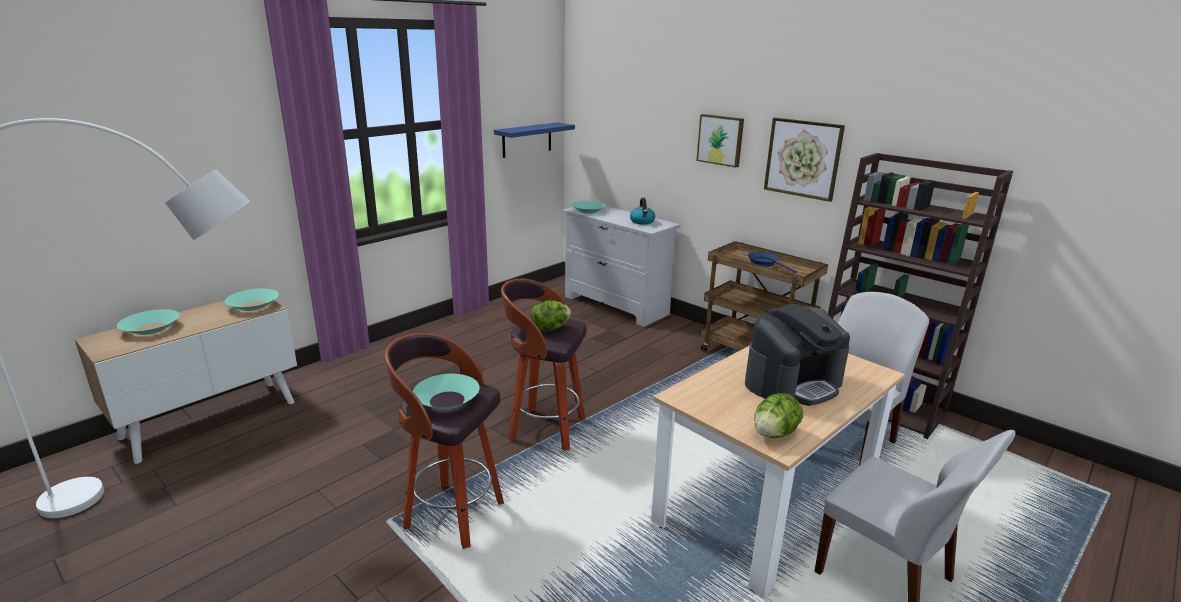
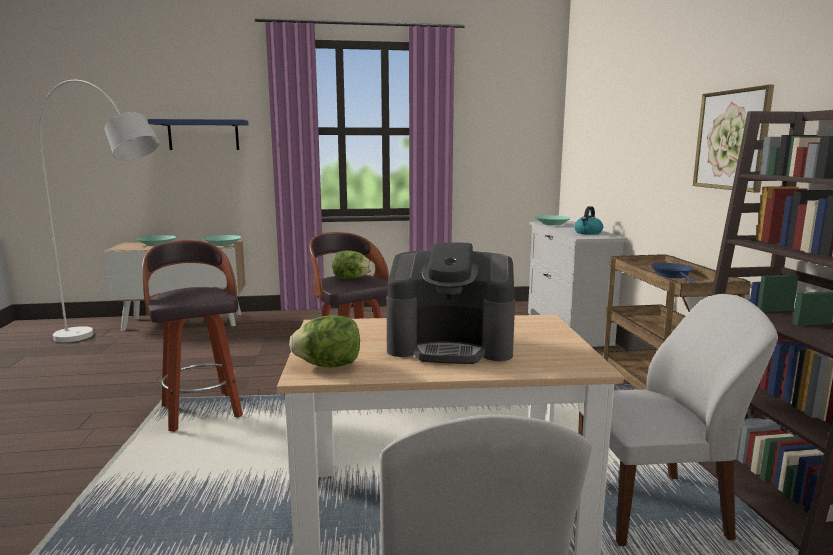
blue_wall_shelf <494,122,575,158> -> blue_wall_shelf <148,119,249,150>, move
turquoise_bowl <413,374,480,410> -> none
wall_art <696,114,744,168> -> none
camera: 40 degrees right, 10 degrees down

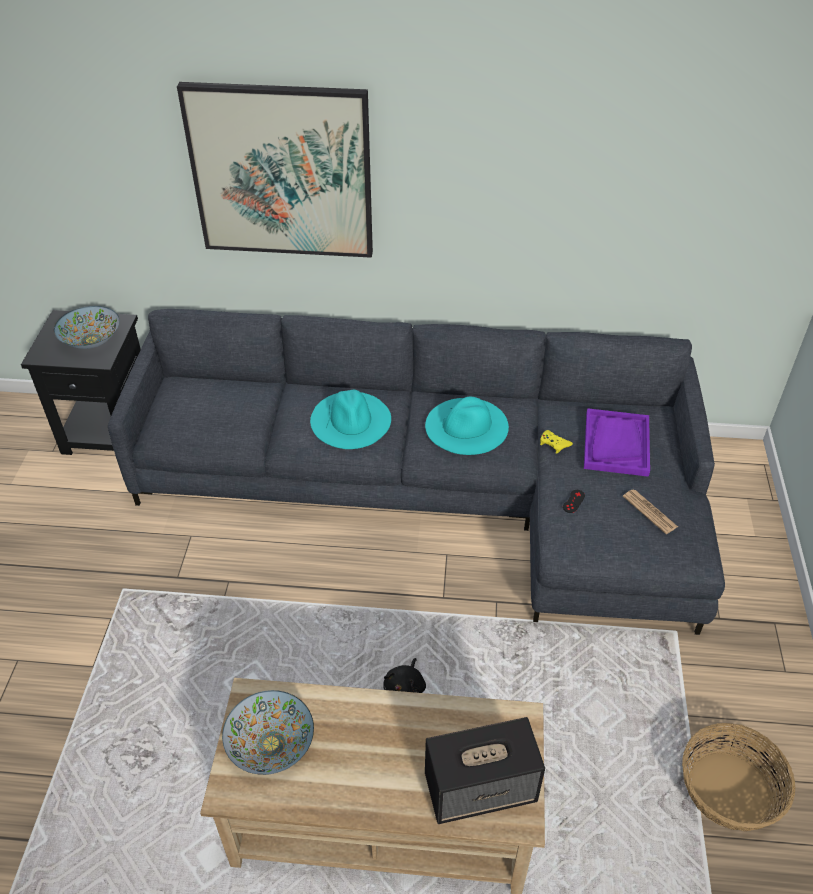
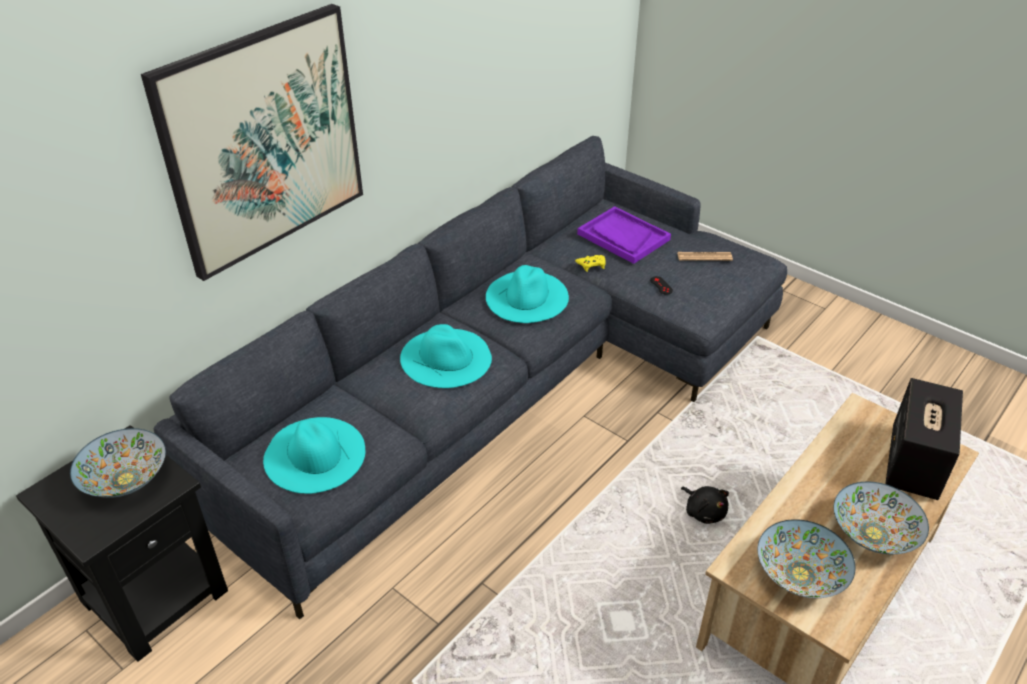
none -> turquoise_hat <263,417,365,494>
none -> bowl <834,482,929,554>
basket <682,723,796,831> -> none
camera: 55 degrees left, 5 degrees down

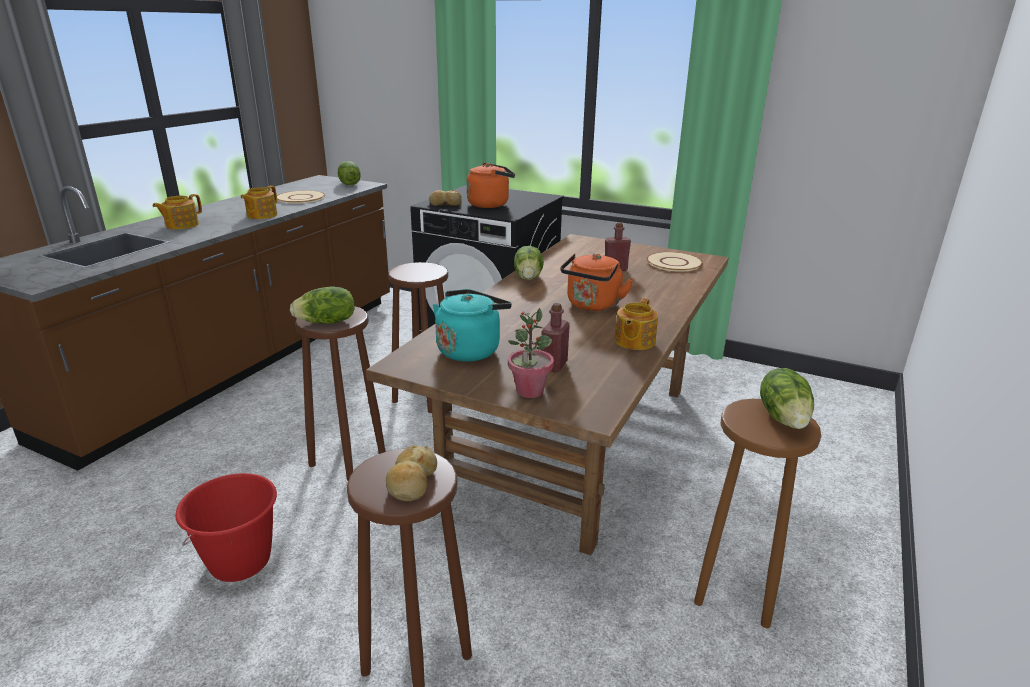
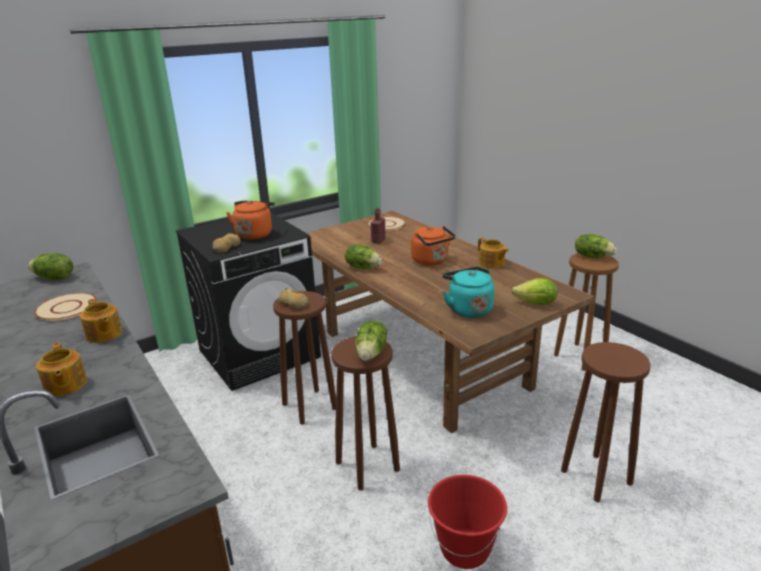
bakery_bread <386,445,437,501> -> bakery_bread <278,288,308,309>, move
potted_plant <508,308,554,398> -> lettuce_head <512,278,557,305>
reddish_drink_bottle <541,303,570,373> -> none
camera: 60 degrees left, 0 degrees up

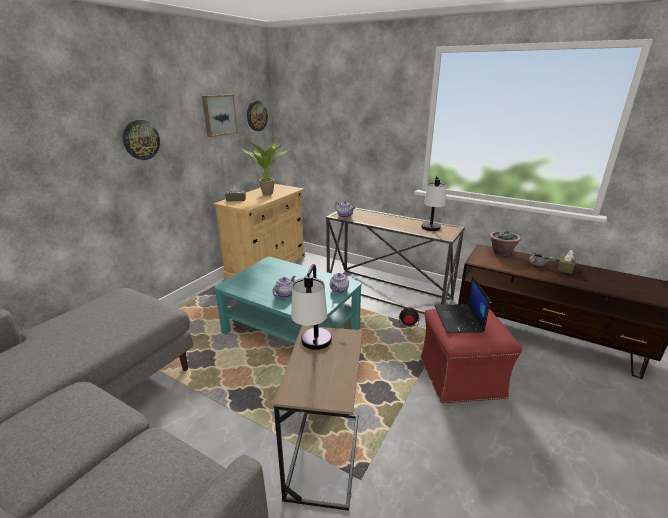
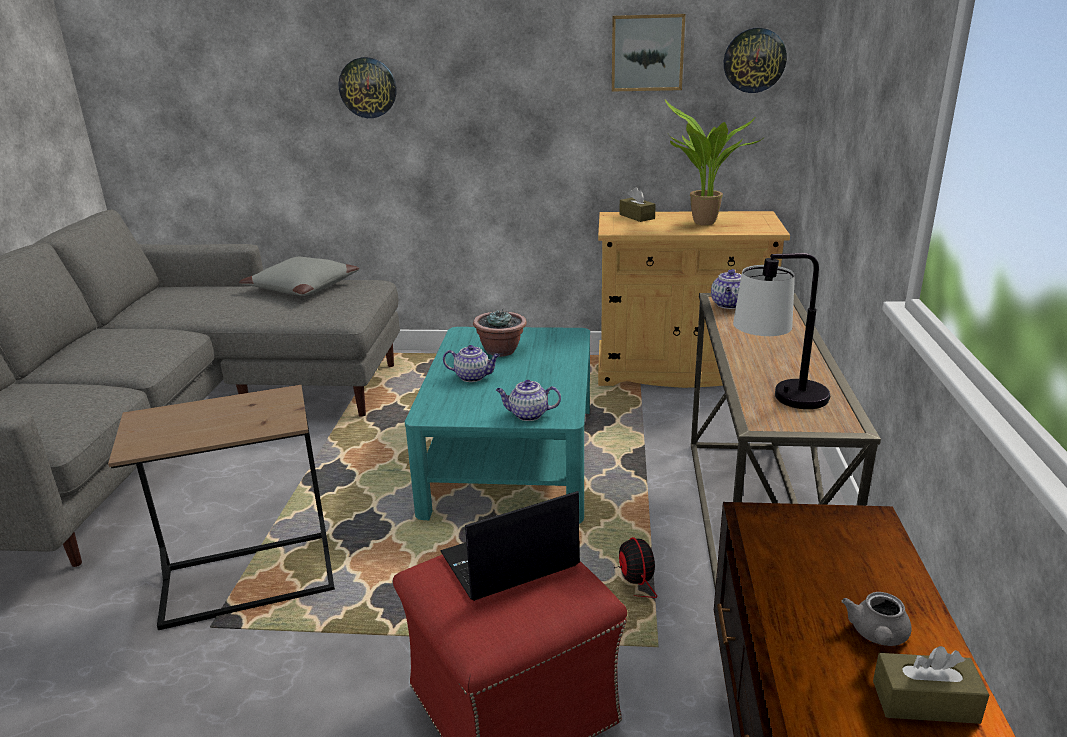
none -> greyish_pillow <239,256,359,296>
wall_clock <123,120,160,160> -> wall_clock <339,57,397,118>, move
potted_plant <490,230,521,256> -> potted_plant <473,309,527,357>, move
lamp_for_a_table <291,264,332,350> -> none
camera: 65 degrees right, 0 degrees up

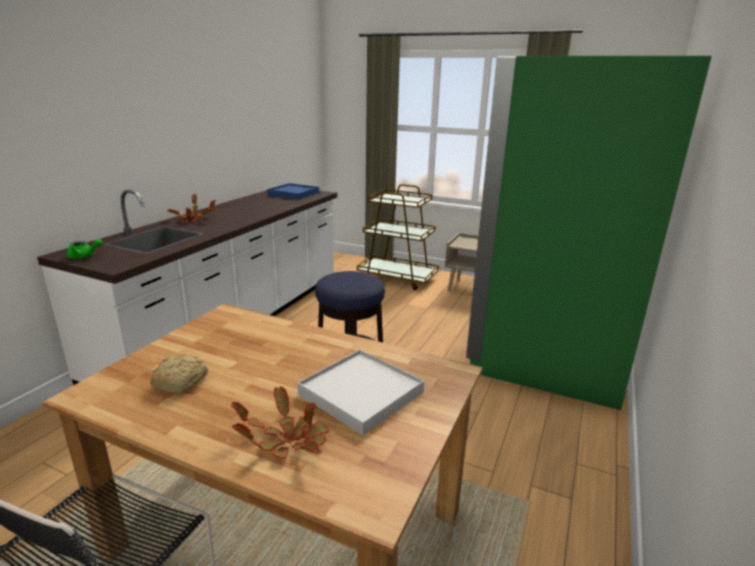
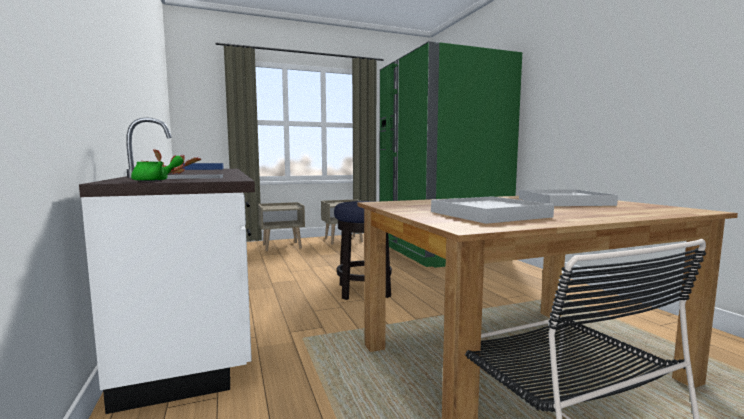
brown-coloured_cart <357,184,439,290> -> beige_night_table <258,202,305,251>
bakery_bread <150,354,208,394> -> white-coloured_tray <431,196,554,224>
potted_plant <231,385,329,459> -> none
camera: 45 degrees left, 15 degrees down

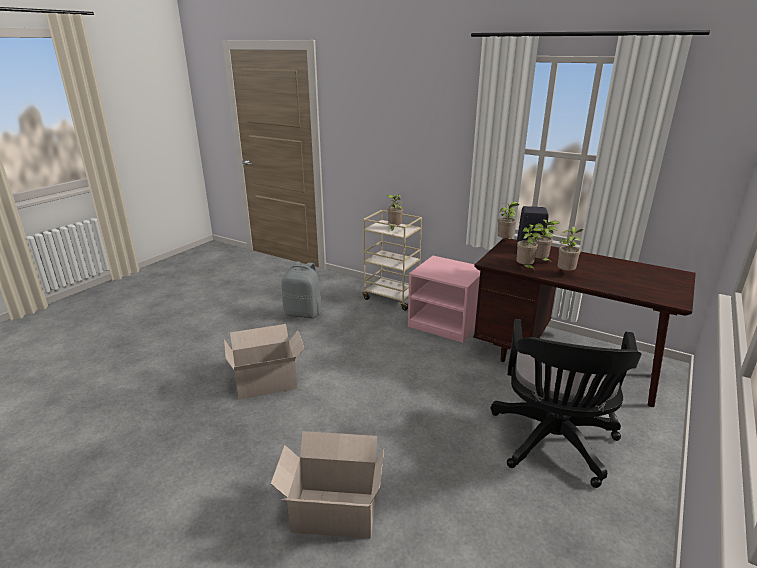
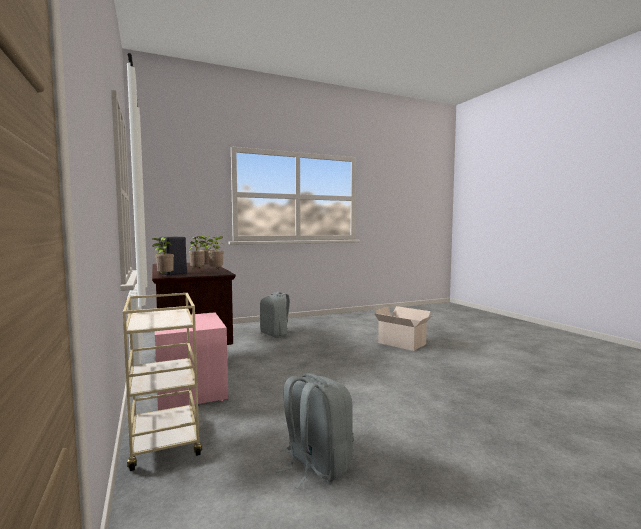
blackish_desk_chair <490,319,642,488> -> greyish_backpack <260,292,294,338>
cardboard_box <224,324,304,400> -> none
potted_plant <387,195,403,230> -> none
camera: 145 degrees left, 20 degrees down

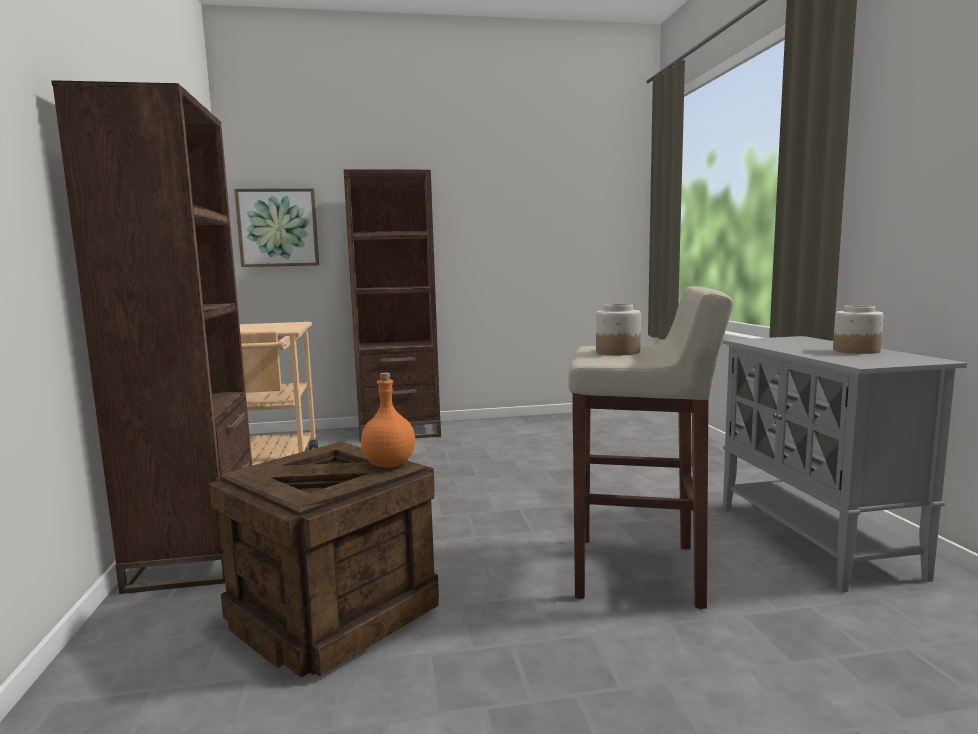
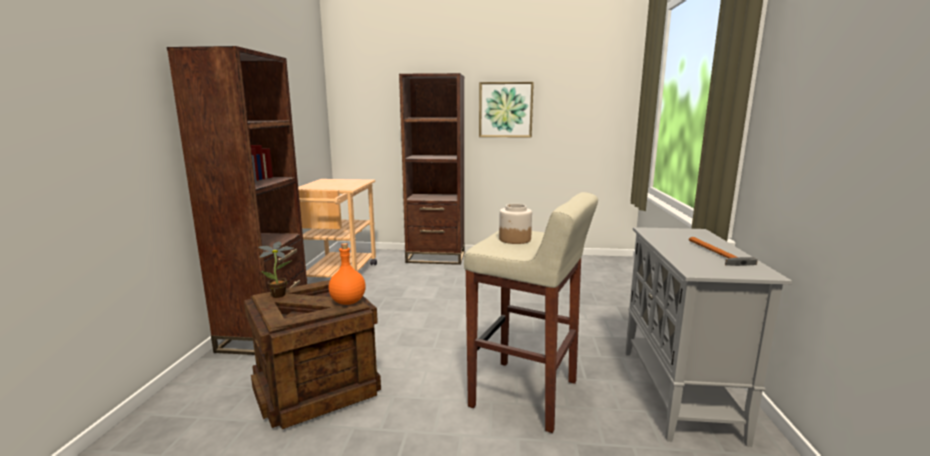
none -> potted_plant <259,241,294,298>
wall_art <234,188,319,267> -> wall_art <479,82,534,137>, move
preserve_jar <833,305,883,354> -> hand_hammer <689,237,758,266>
camera: 15 degrees right, 5 degrees up

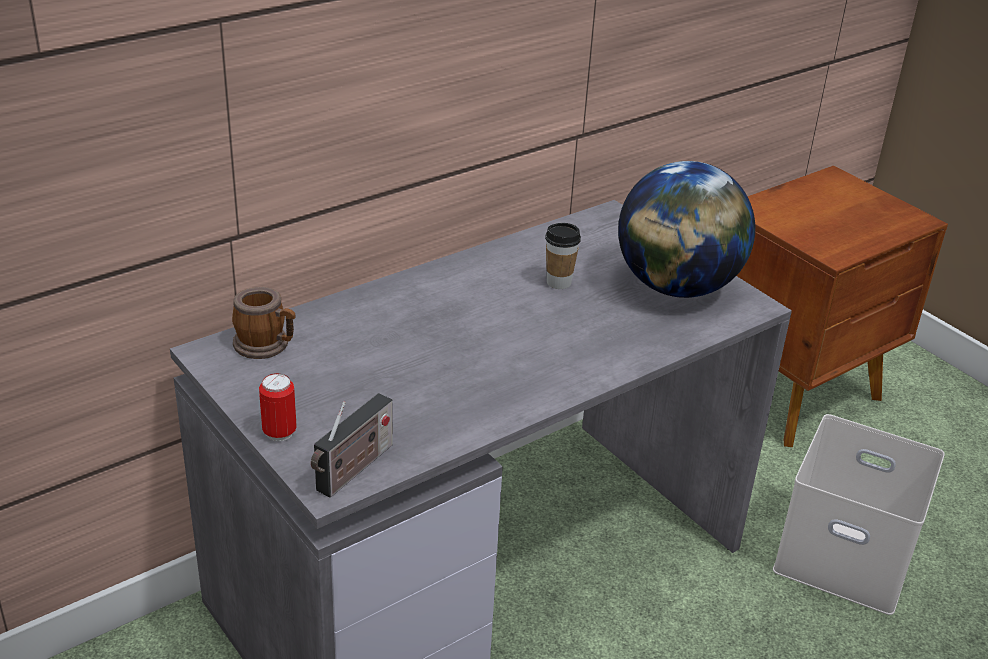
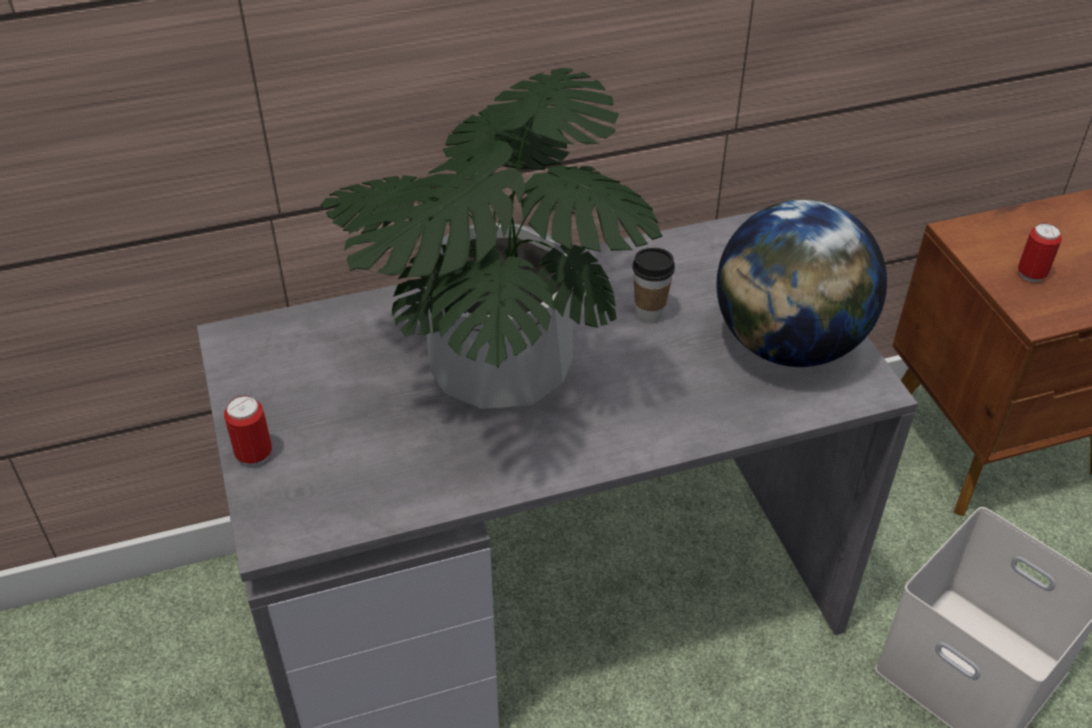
none -> potted_plant <320,68,663,410>
none -> sealed_can <1018,223,1062,282>
coffee_mug <232,287,296,359> -> none
radio_set <311,393,393,498> -> none
camera: 20 degrees right, 10 degrees up

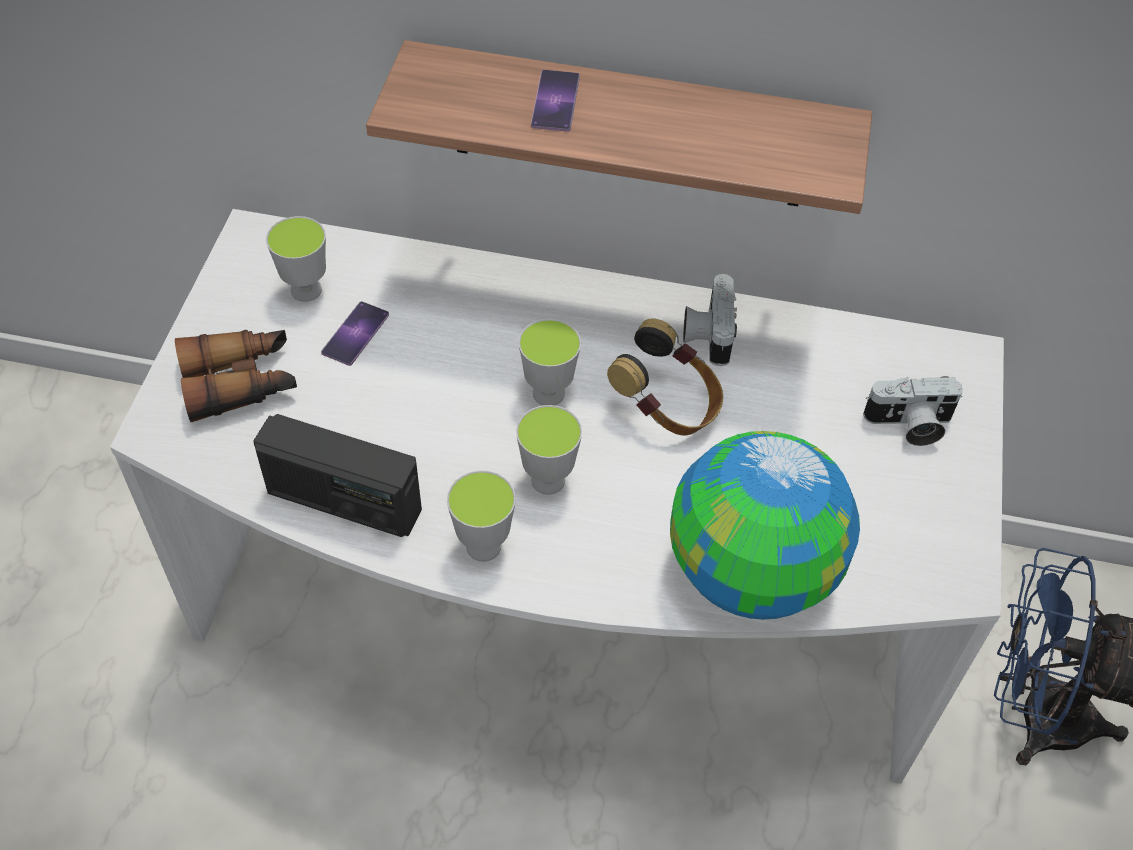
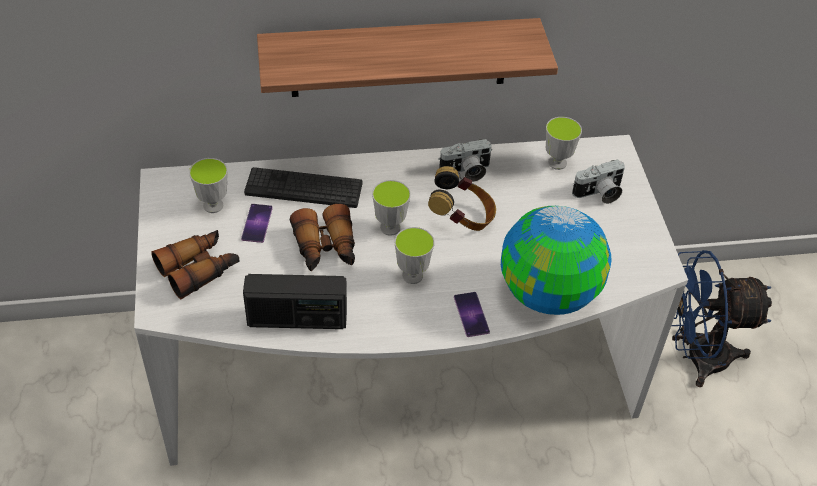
none -> PC_keyboard <244,167,362,208>
none -> binoculars <290,204,355,271>
photo_camera <683,274,737,366> -> photo_camera <439,139,492,182>, 90 degrees counterclockwise
telephone <531,70,580,132> -> telephone <454,292,490,337>, move
drinking_cup <447,470,516,562> -> drinking_cup <546,117,582,170>, move
camera: 20 degrees left, 5 degrees down

